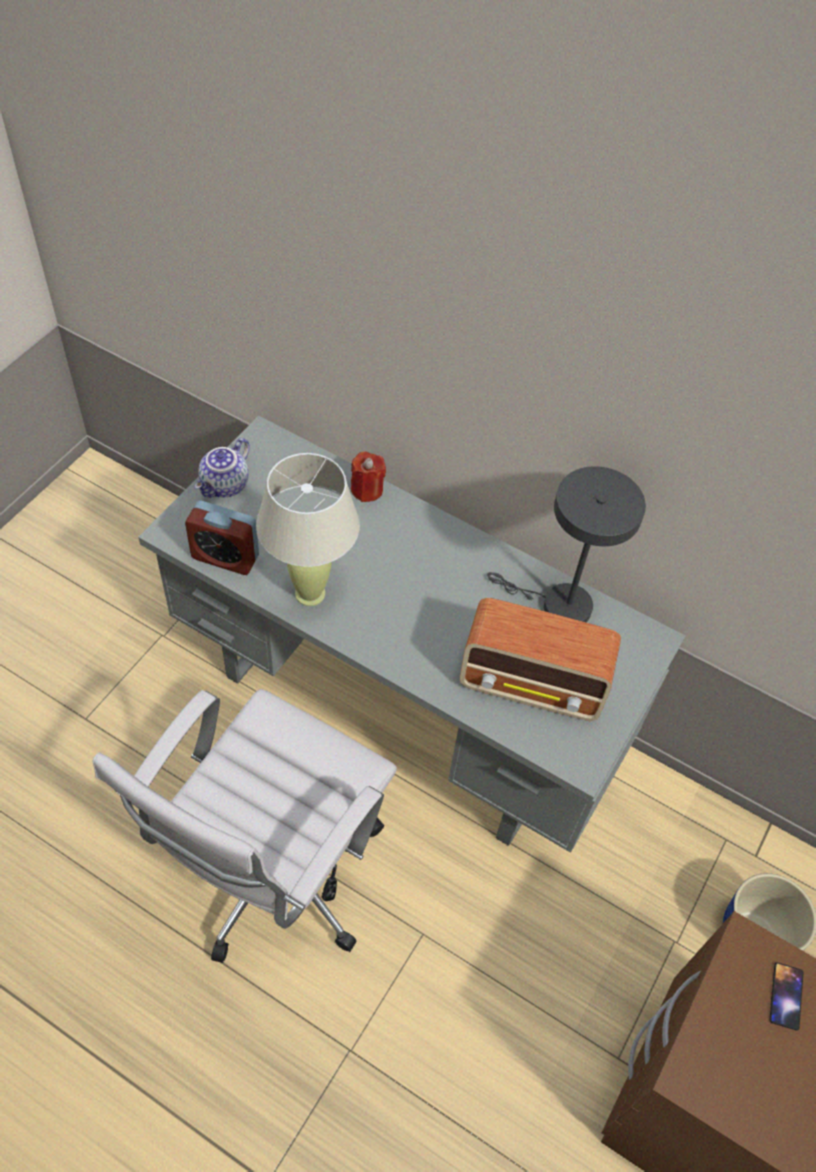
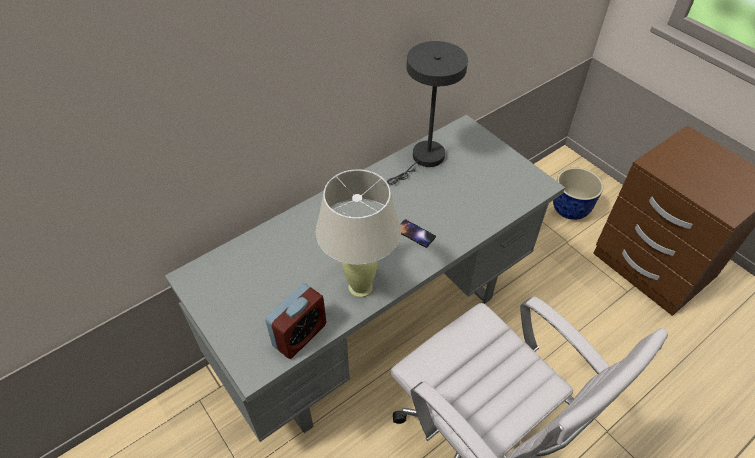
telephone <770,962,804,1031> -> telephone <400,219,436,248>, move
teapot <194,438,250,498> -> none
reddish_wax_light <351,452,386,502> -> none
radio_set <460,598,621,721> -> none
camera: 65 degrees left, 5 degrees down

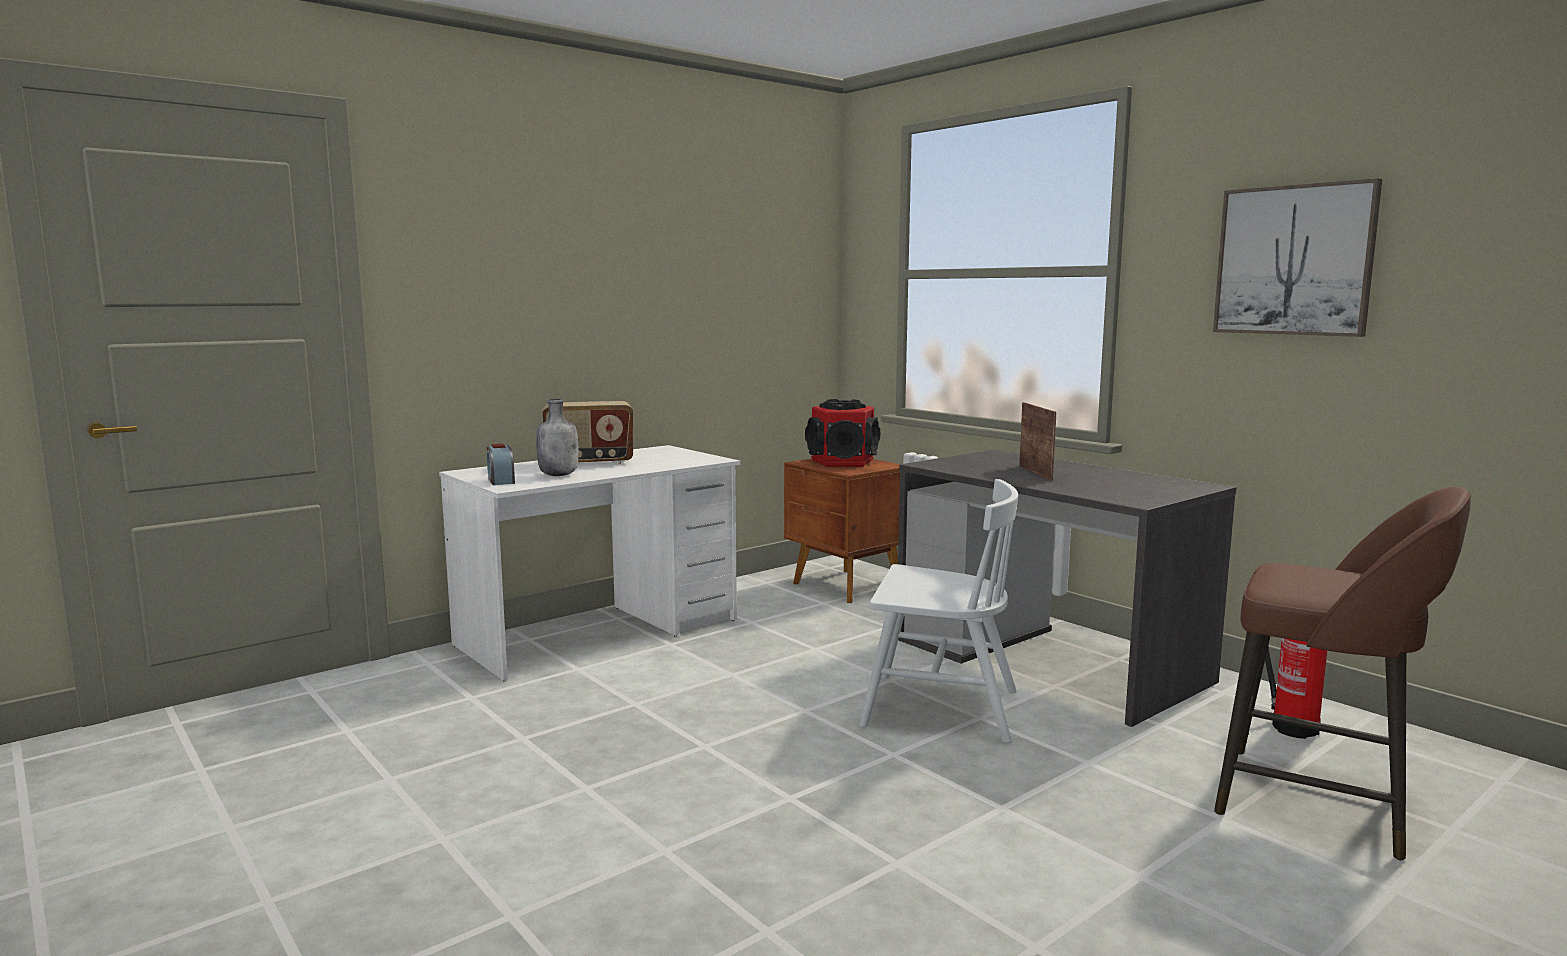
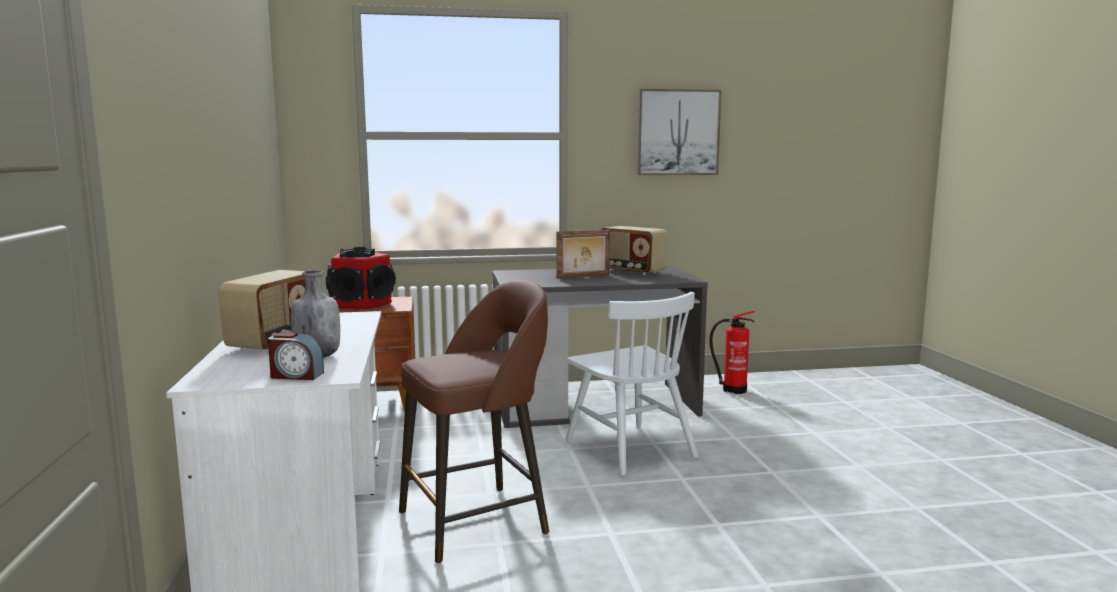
brown-coloured_sitting_stool <1214,487,1471,860> -> brown-coloured_sitting_stool <399,280,549,563>, move
picture_frame <1019,402,1056,481> -> picture_frame <556,229,610,279>, 135 degrees clockwise
white-coloured_upright_chair <859,479,1018,743> -> white-coloured_upright_chair <565,292,698,476>, 105 degrees clockwise
none -> radio_set <601,226,668,275>
camera: 60 degrees left, 0 degrees up

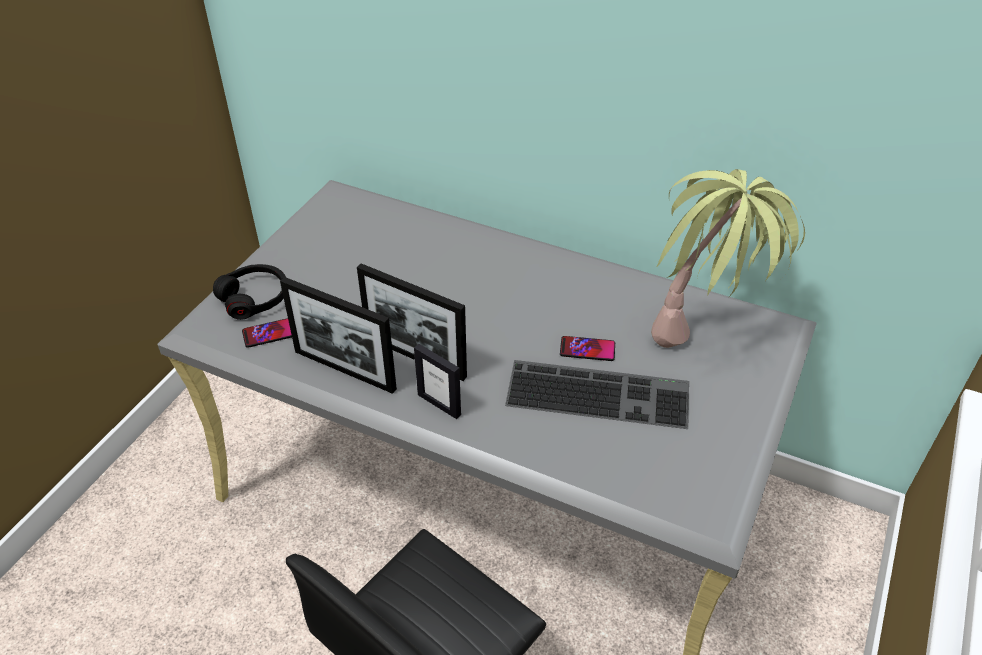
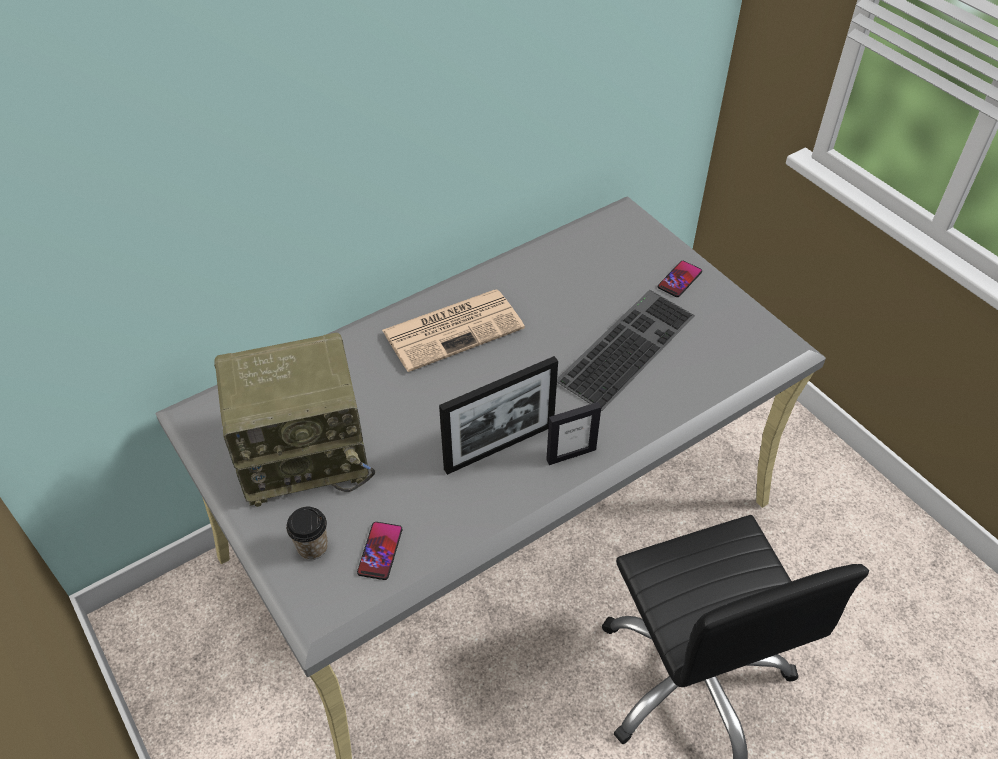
none -> radio_set <214,332,375,507>
blackish_headphones <213,264,286,320> -> drinking_cup <286,507,328,560>
none -> newspaper <382,289,525,372>
telephone <560,336,615,361> -> telephone <658,261,702,297>, move
picture_frame <280,277,397,394> -> none
potted_plant <651,169,805,348> -> none
camera: 60 degrees left, 5 degrees up

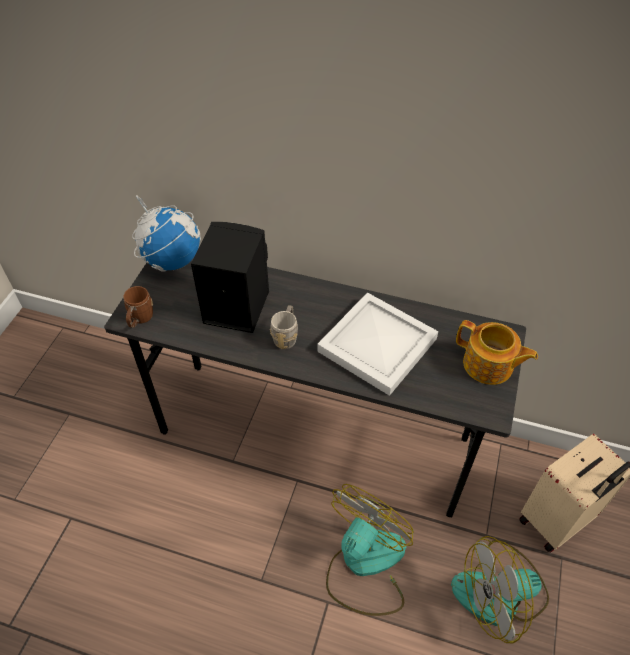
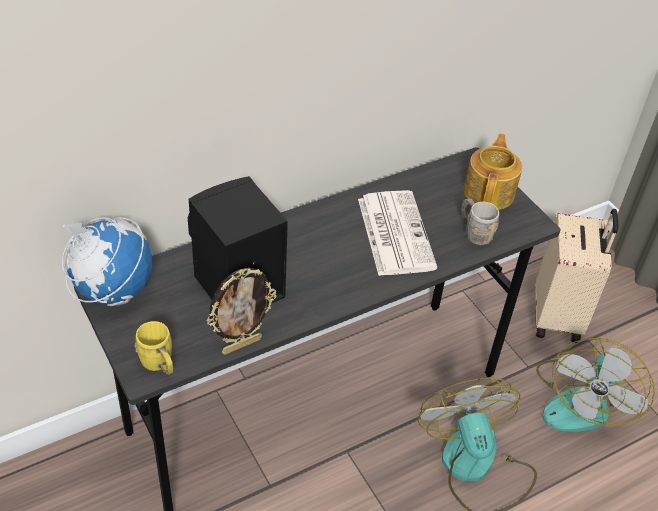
brown-coloured_coffee_mug <123,286,153,328> -> yellowish_coffee_mug <135,321,173,375>
none -> picture_frame <206,268,277,355>
white-coloured_tray <317,292,438,396> -> newspaper <358,190,437,276>
greyish_coffee_mug <270,305,298,349> -> greyish_coffee_mug <462,198,499,245>, move
teapot <456,320,538,385> -> teapot <464,134,522,210>, 60 degrees counterclockwise
camera: 50 degrees left, 5 degrees down

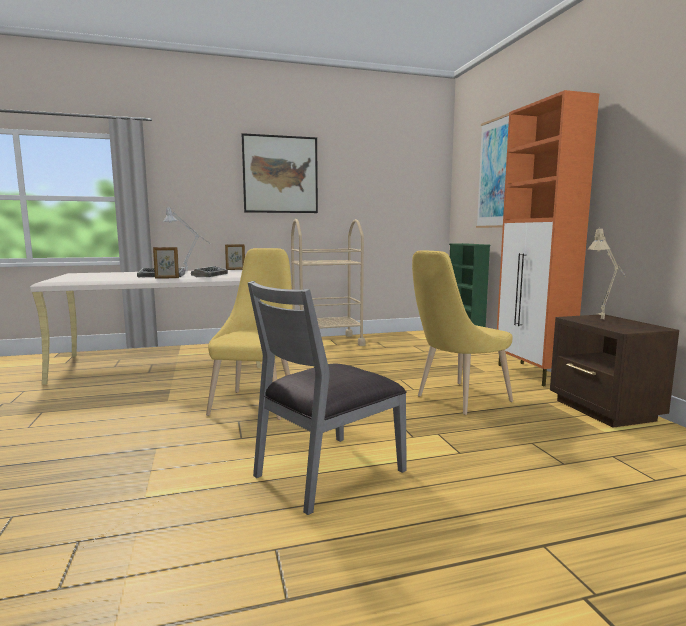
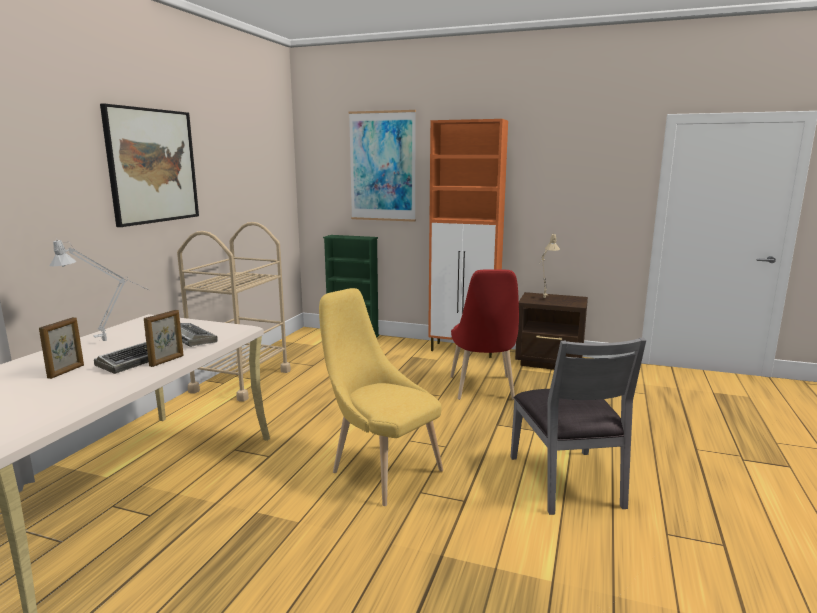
picture_frame <225,244,245,270> -> picture_frame <39,317,84,379>, move
yellowish_upright_chair <412,250,513,415> -> reddish_upright_chair <450,270,519,400>
camera: 55 degrees left, 5 degrees up

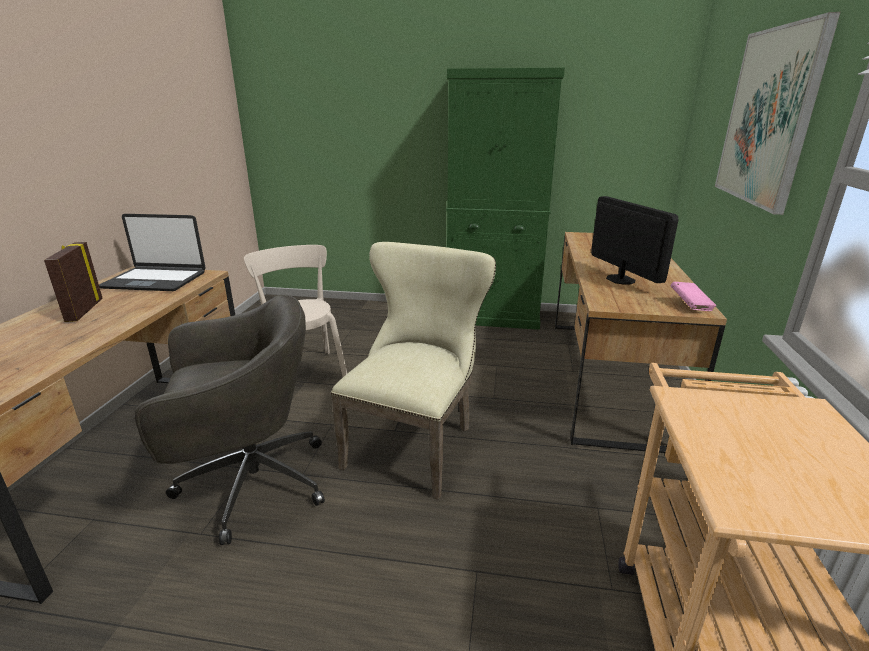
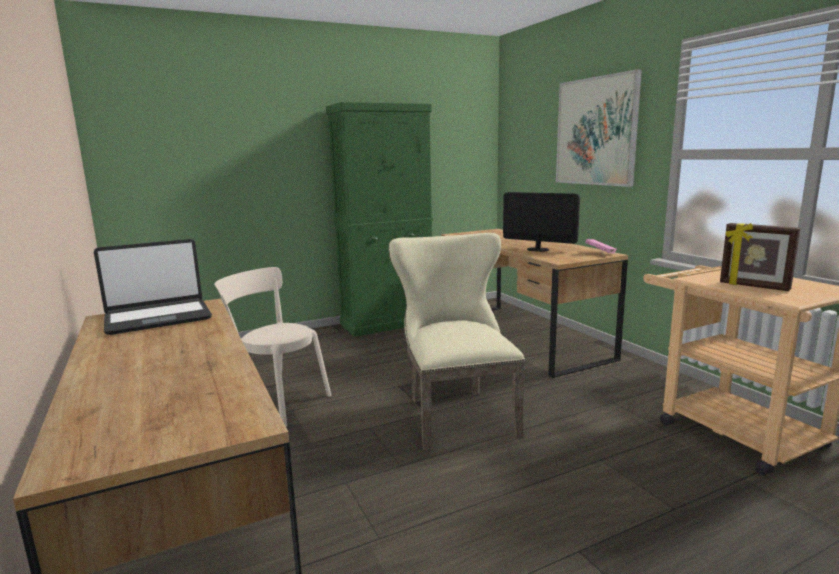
picture_frame <44,242,103,322> -> picture_frame <720,223,801,291>, move
greyish_desk_chair <134,295,325,545> -> none
camera: 35 degrees left, 10 degrees down

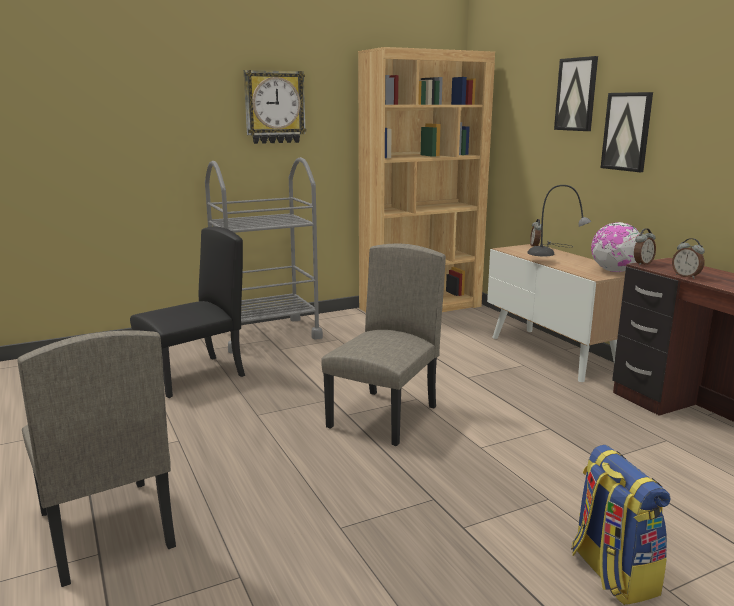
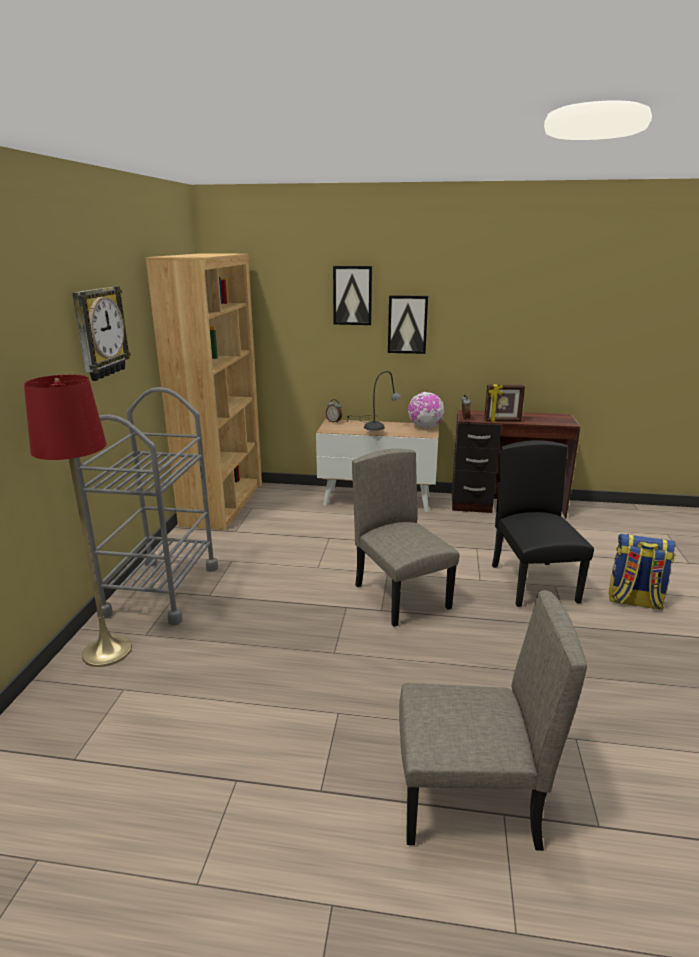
none -> reddish_floor_lamp <24,375,132,667>
table_clock <672,238,705,279> -> picture_frame <484,384,525,422>
blackish_upright_chair <130,227,245,398> -> blackish_upright_chair <492,440,594,607>, move
camera: 55 degrees left, 5 degrees up

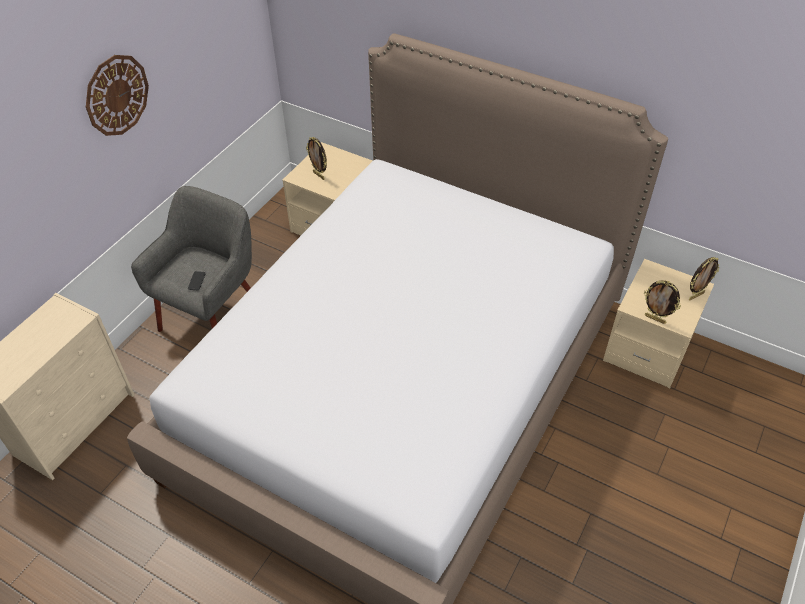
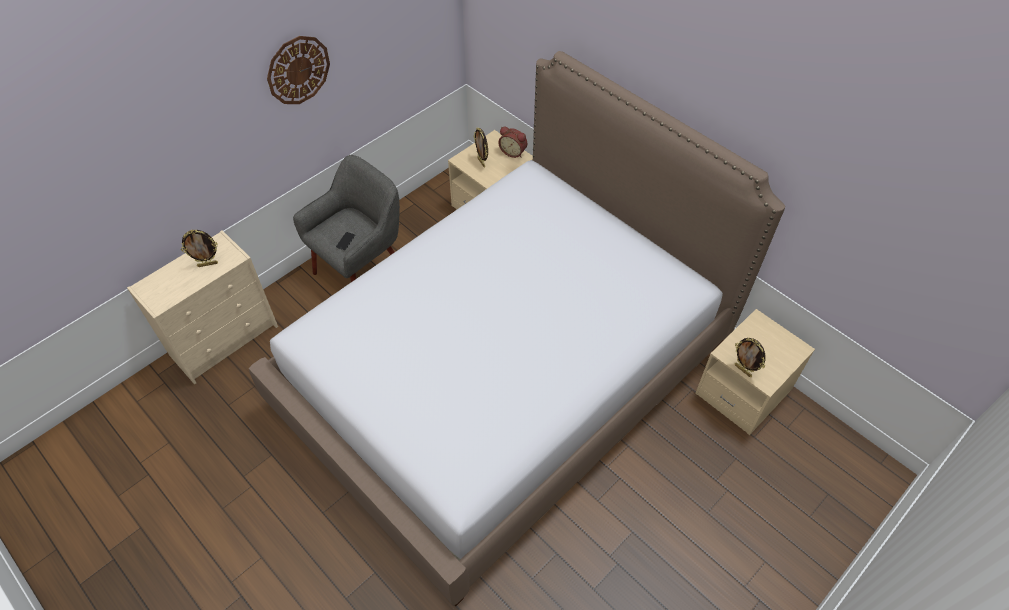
picture_frame <689,257,719,300> -> picture_frame <181,230,218,267>, move
none -> table_clock <498,127,527,158>
camera: 15 degrees right, 5 degrees up

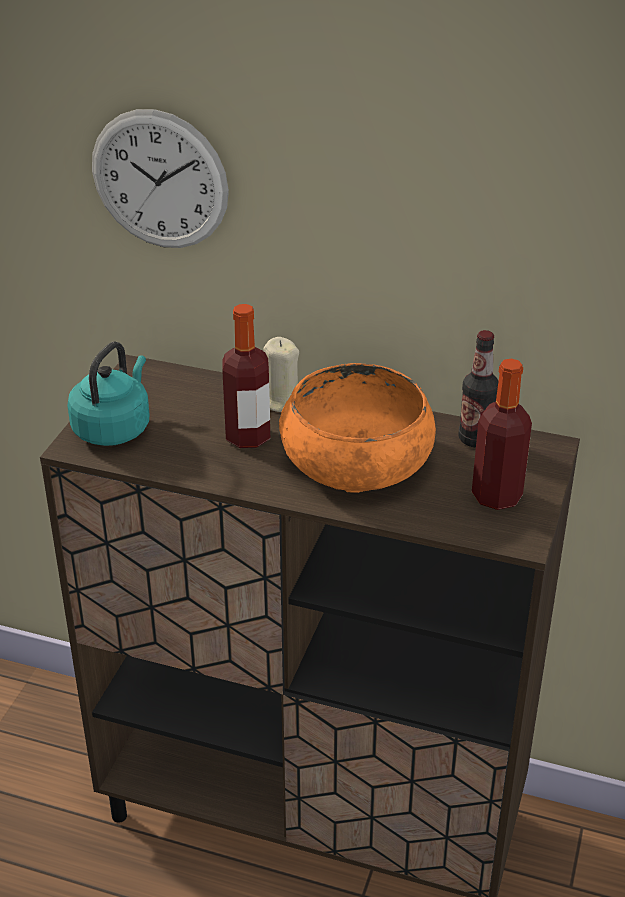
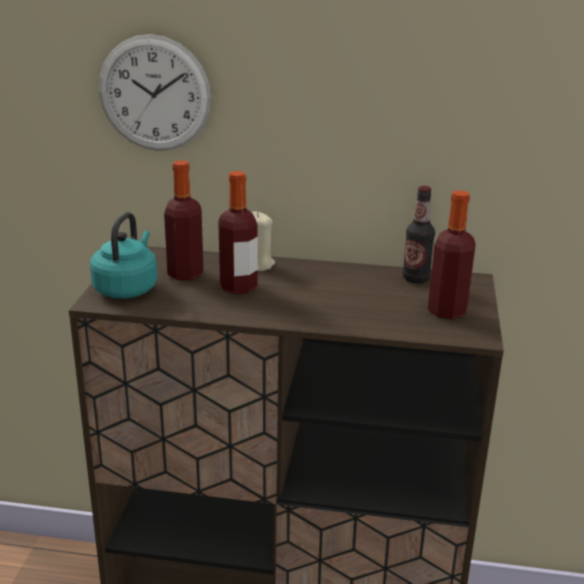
none -> drink_bottle <164,161,203,280>
orange-coloured_bowl <279,363,436,493> -> none
camera: 10 degrees left, 10 degrees down

